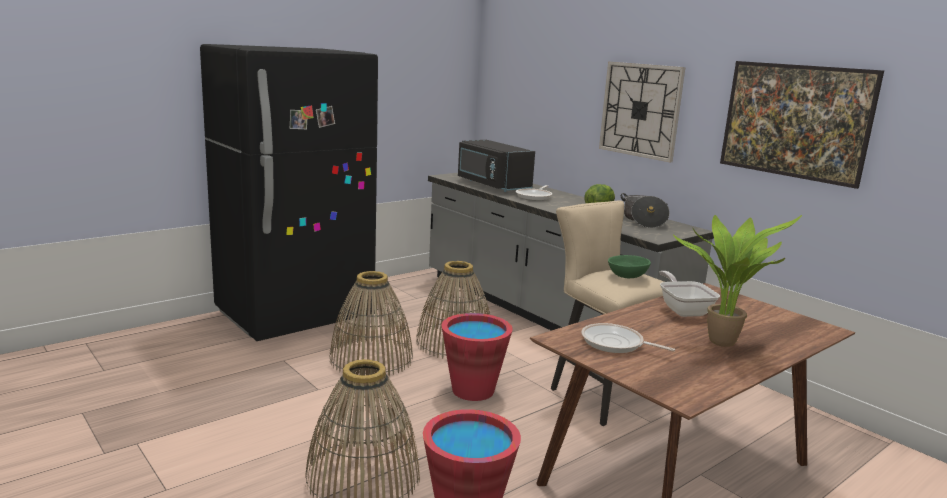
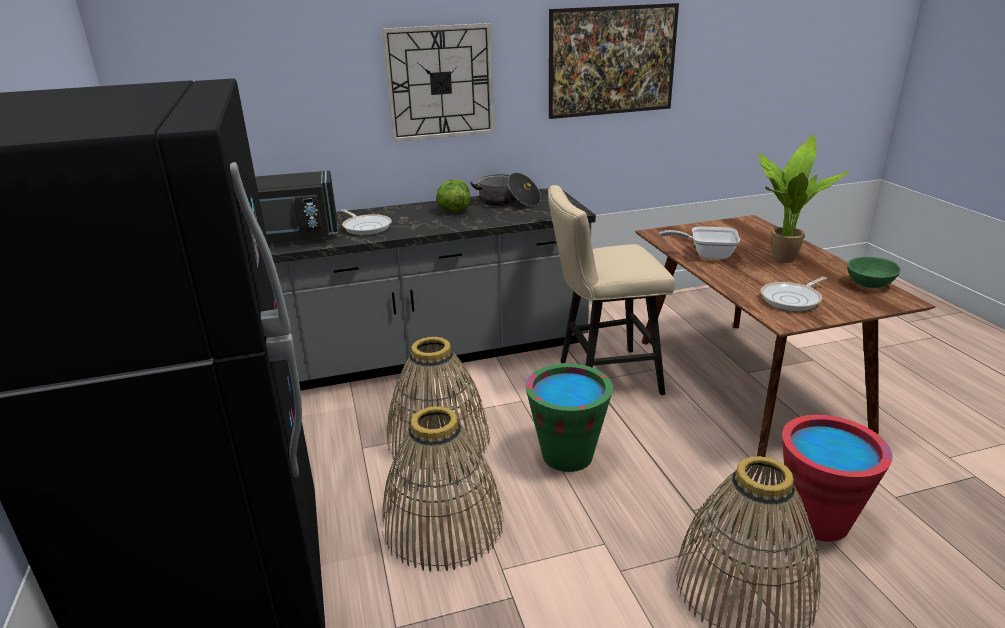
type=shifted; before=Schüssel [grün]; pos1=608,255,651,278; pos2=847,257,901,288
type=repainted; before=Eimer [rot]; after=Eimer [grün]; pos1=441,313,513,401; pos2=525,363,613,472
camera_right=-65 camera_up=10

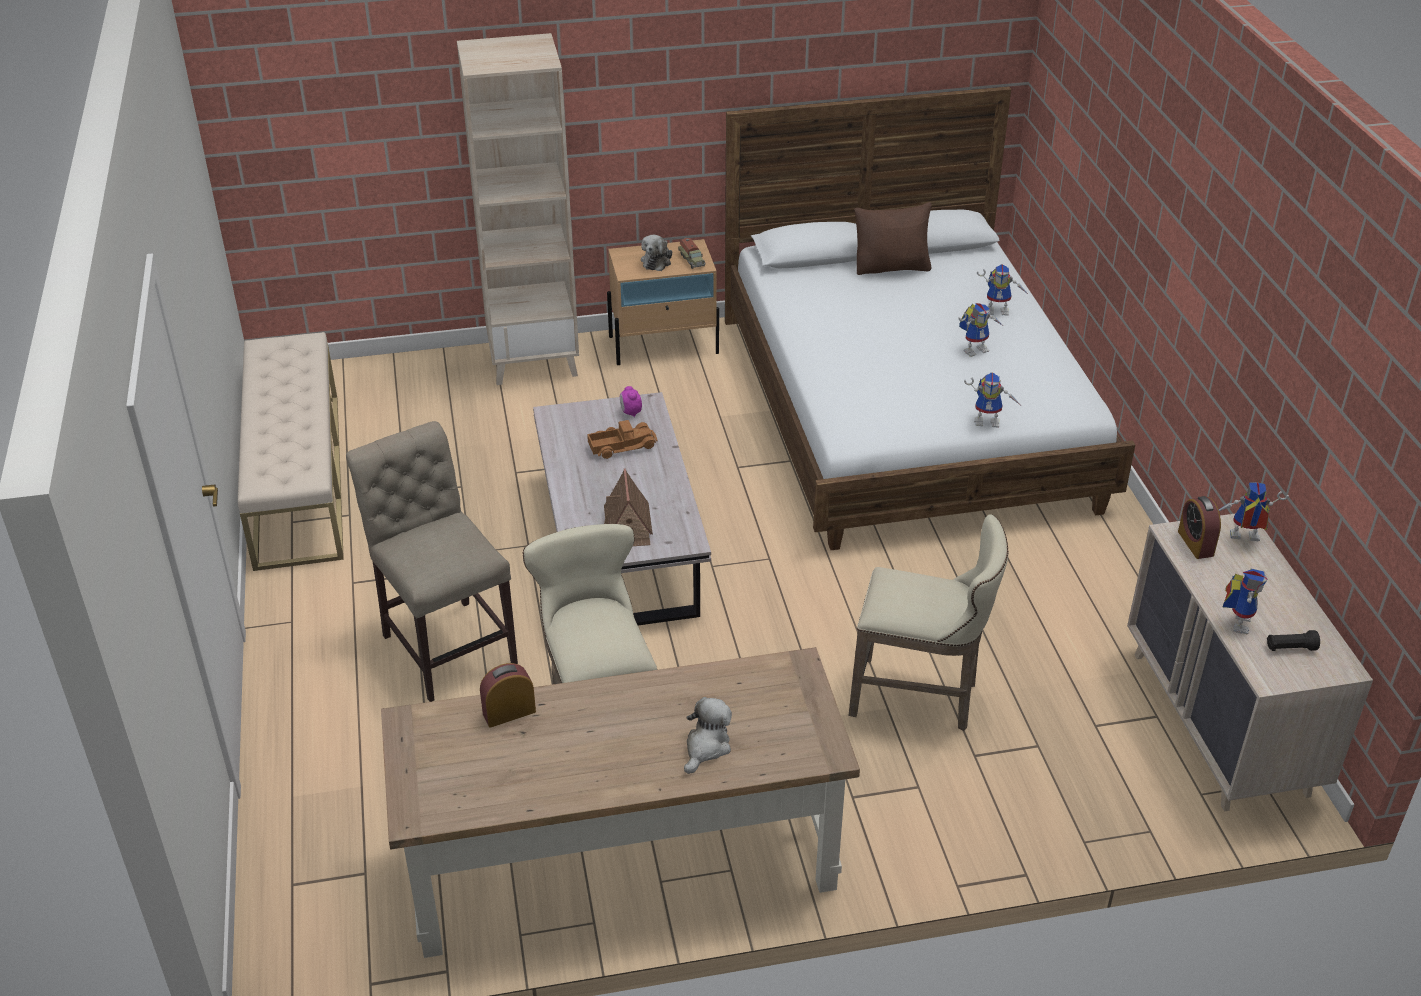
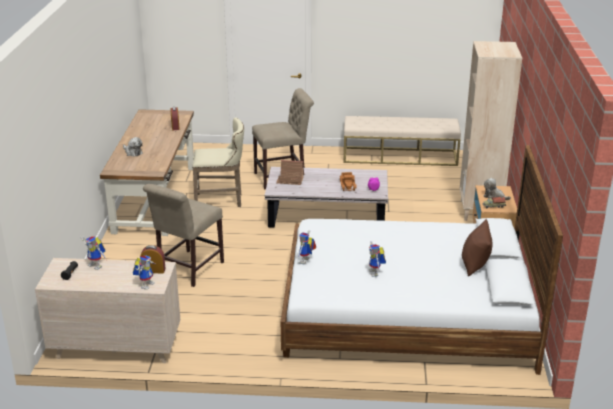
type=gone; before=Spielzeugroboter; pos1=977,264,1029,316
type=swapped; before=Hocker [beige]; after=Stuhl [beige]; pos1=848,514,1008,731; pos2=143,184,224,287
camera_right=105 camera_up=-10

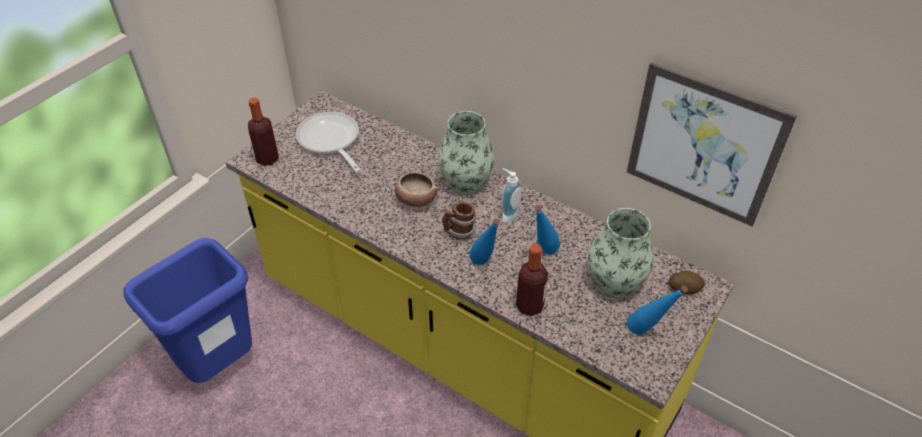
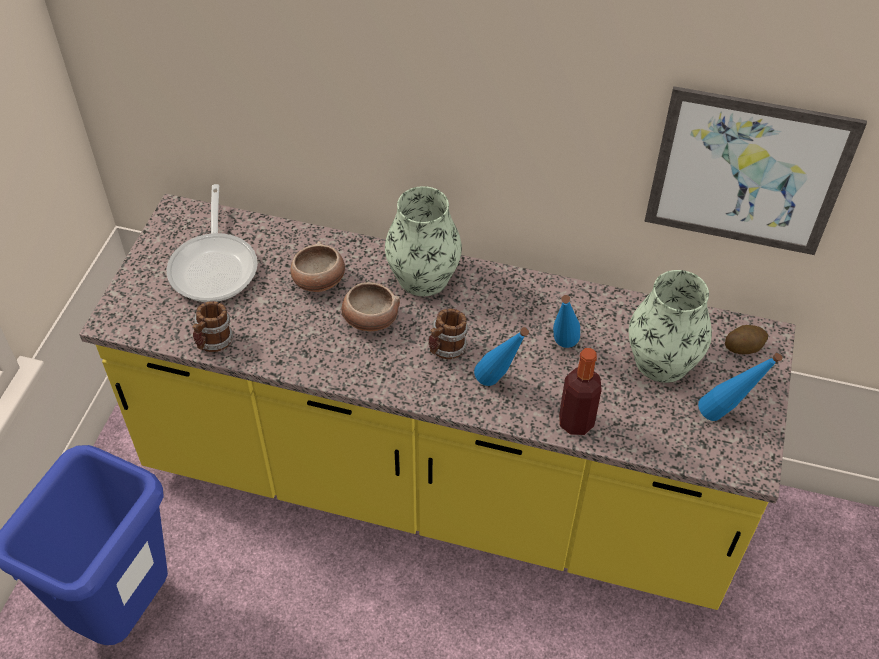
type=gone; before=Flasche; pos1=248,98,279,166
type=gone; before=Seifenspender; pos1=502,168,521,223
type=new; after=Henkelbecher; pos2=192,301,234,352
type=new; after=Schüssel; pos2=290,242,345,292
type=rotated; before=Pfanne; pos1=296,111,361,172; pos2=167,184,258,302; turn=-135
camera_right=-20 camera_up=5

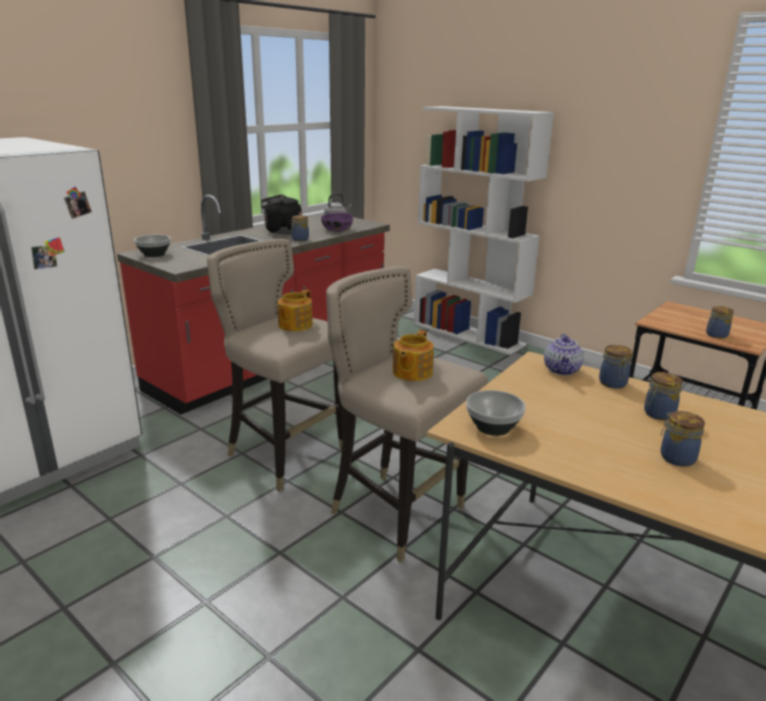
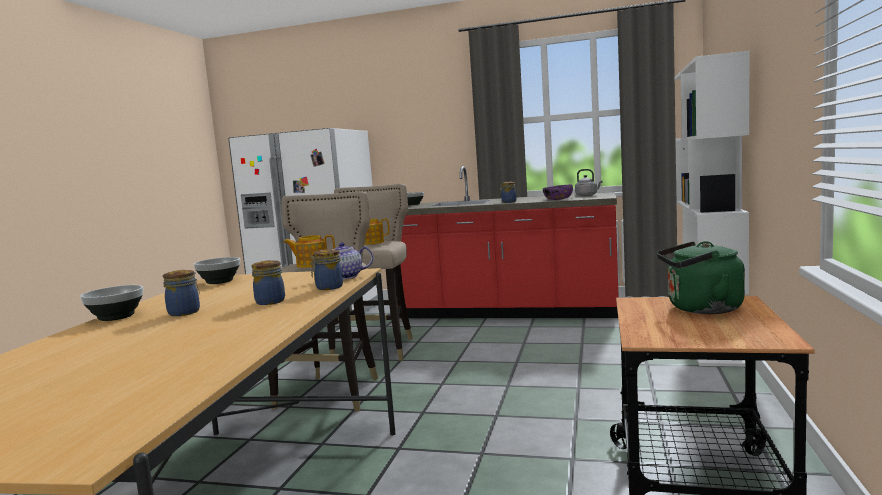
type=gone; before=Wasserkessel [schwarz]; pos1=261,194,302,234
type=gone; before=Vorratsglas; pos1=706,306,734,338
type=new; after=Schüssel; pos2=80,285,143,321
type=new; after=Wasserkessel [grün]; pos2=657,241,745,314
camera_right=65 camera_up=-15

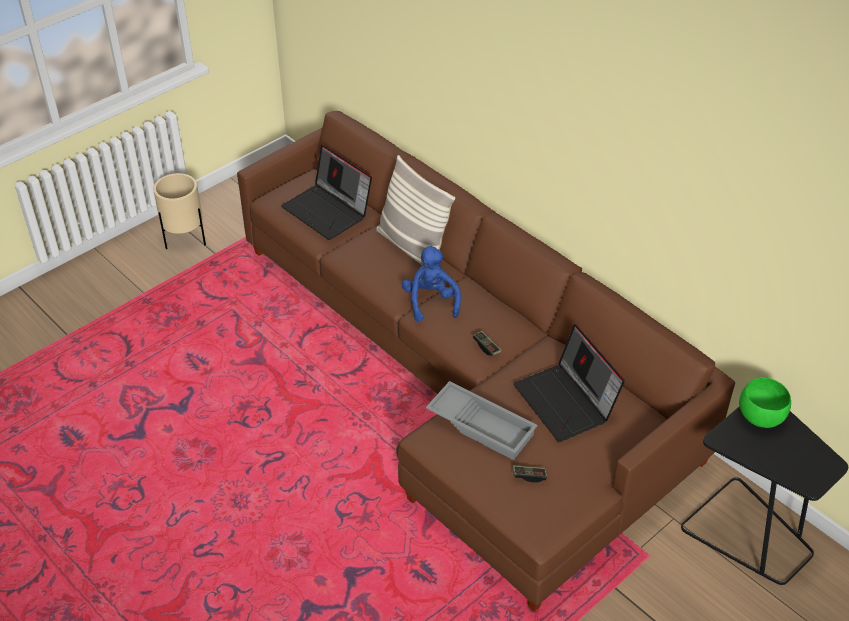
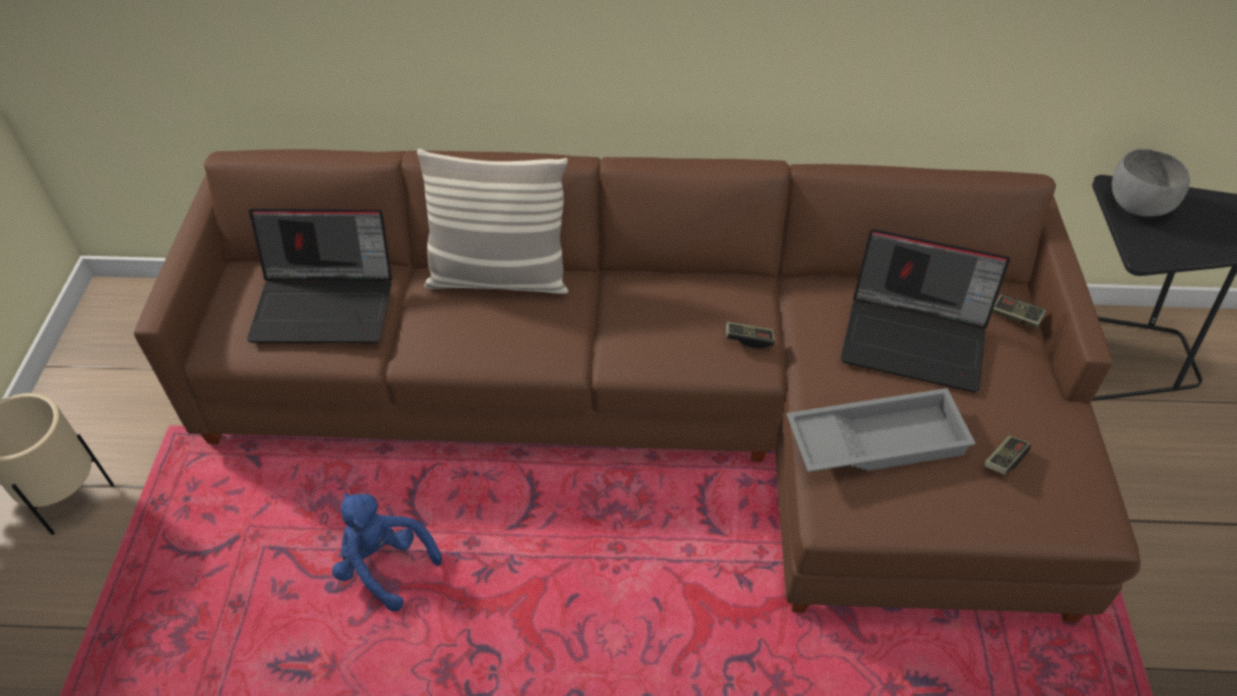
type=new; after=Gamepad; pos2=992,295,1046,328
type=shifted; before=Plüschtier [blau]; pos1=402,246,461,322; pos2=332,494,442,611
type=repainted; before=Schüssel [grün]; after=Schüssel [grau]; pos1=739,378,791,428; pos2=1112,149,1190,217
camera_right=-45 camera_up=5

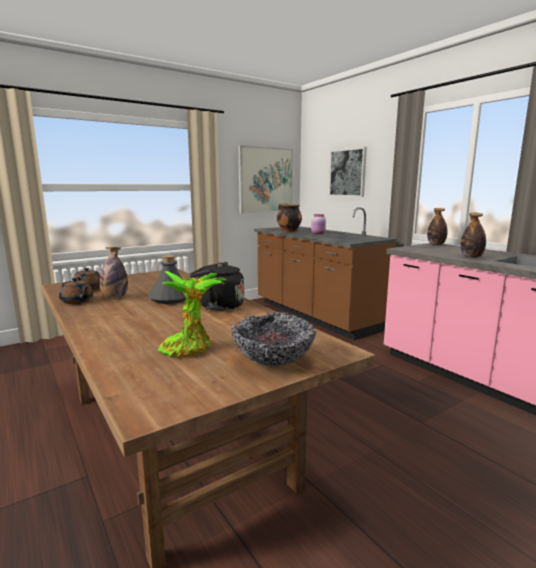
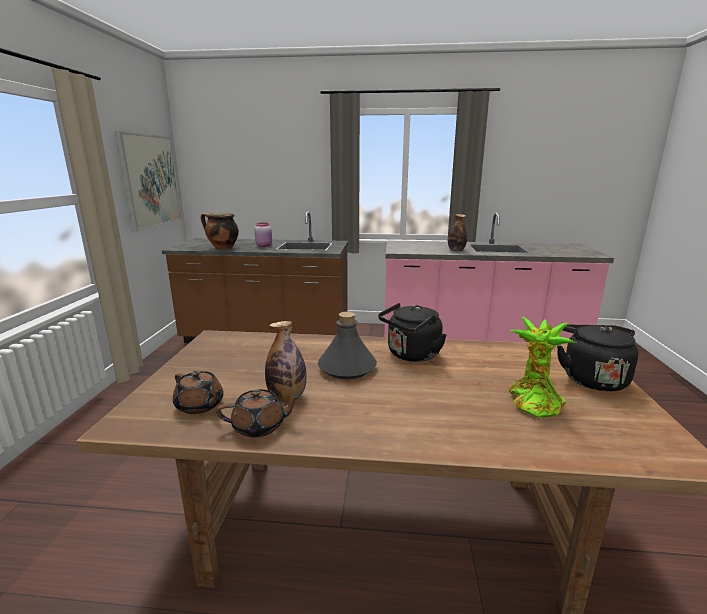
type=gone; before=Bild; pos1=329,147,367,197
type=gone; before=Flasche; pos1=427,208,448,245
type=swapped; before=Schüssel; after=Wasserkessel [schwarz]; pos1=231,312,316,367; pos2=557,325,639,391
camera_right=-50 camera_up=5

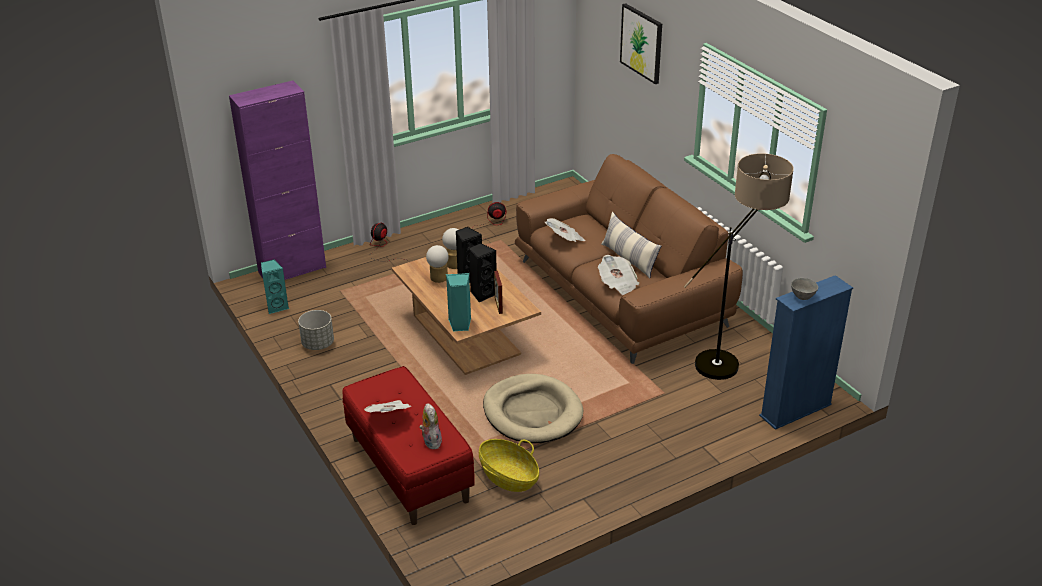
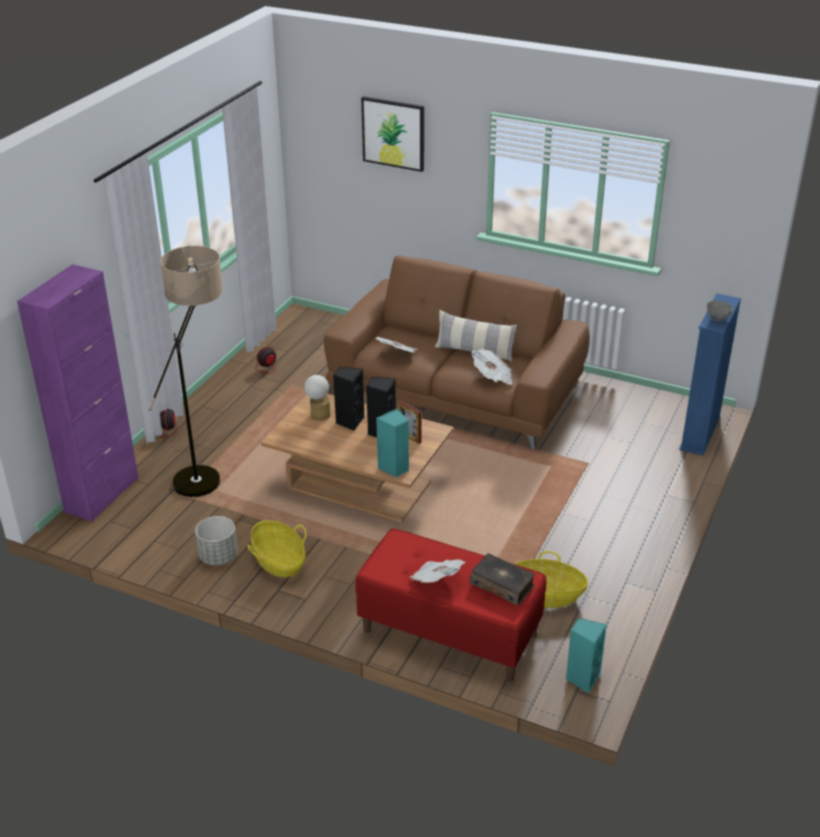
type=gone; before=Tischlampe; pos1=426,245,449,283
type=gone; before=Hundebett [beige]; pos1=483,374,584,443
type=new; after=Korb; pos2=248,520,307,577
type=shifted; before=Lautsprecher [türkis]; pos1=261,259,289,314; pos2=566,618,607,693
type=shifted; before=Stehlampe; pos1=684,153,794,380; pos2=148,246,223,497
type=swapped; before=Plüschtier; after=Buch; pos1=419,403,442,449; pos2=470,553,535,606
camera_right=-35 camera_up=0

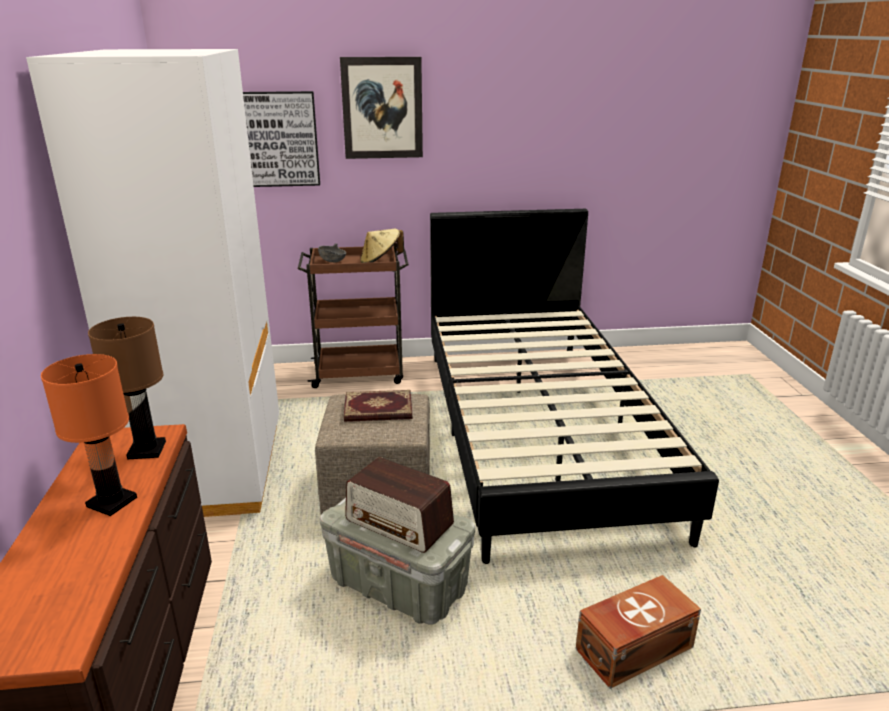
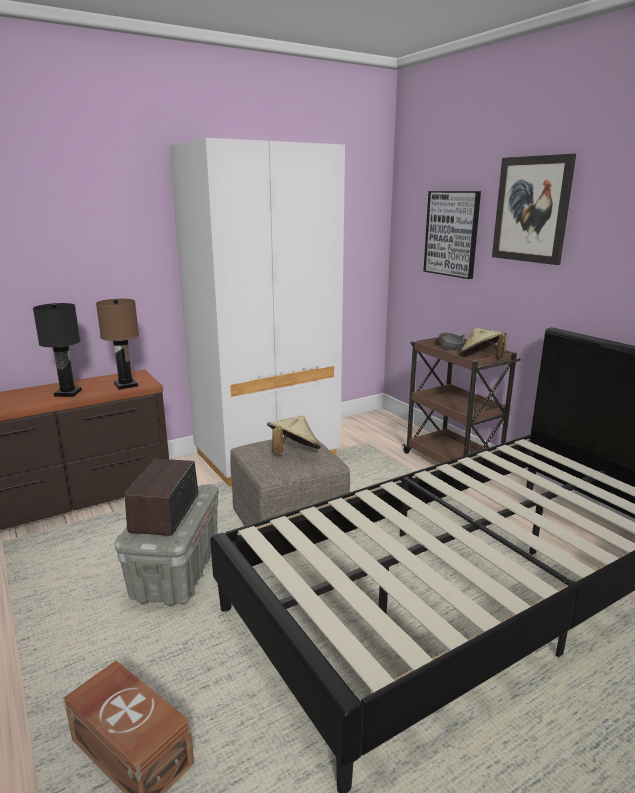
type=swapped; before=Buch; after=Hut [beige]; pos1=344,390,412,422; pos2=267,416,321,454
type=repainted; before=Tischlampe [orange]; after=Tischlampe [schwarz]; pos1=41,354,137,516; pos2=33,303,82,397
camera_right=65 camera_up=-5

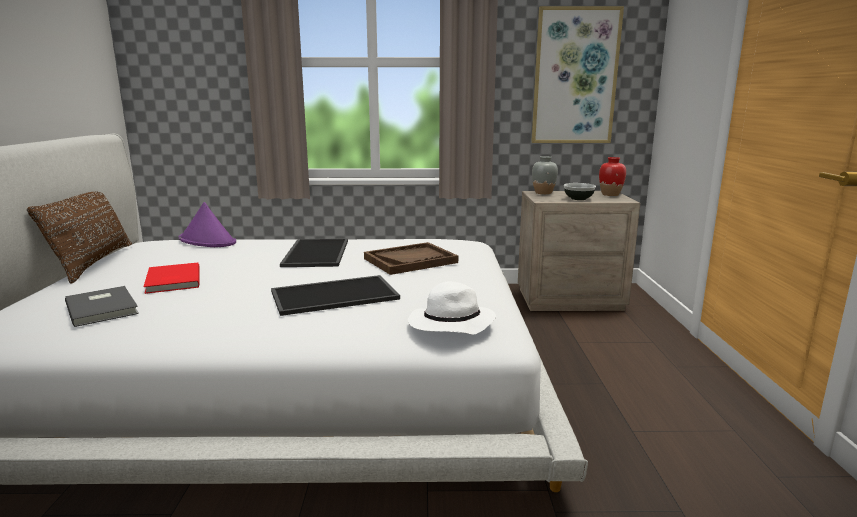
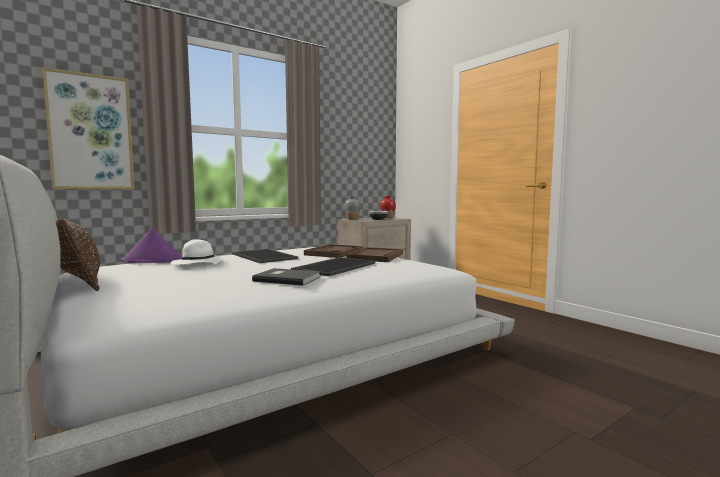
type=gone; before=Buch [rot]; pos1=143,262,199,294
type=new; after=Tablett [braun]; pos2=346,247,403,262
type=shifted; before=Buch [grau]; pos1=65,286,139,327; pos2=252,268,321,286
type=shifted; before=Hut [weiß]; pos1=408,281,496,335; pos2=171,239,224,265
type=shifted; before=Bild; pos1=531,6,624,143; pos2=42,67,135,189
camera_right=-35 camera_up=-10

